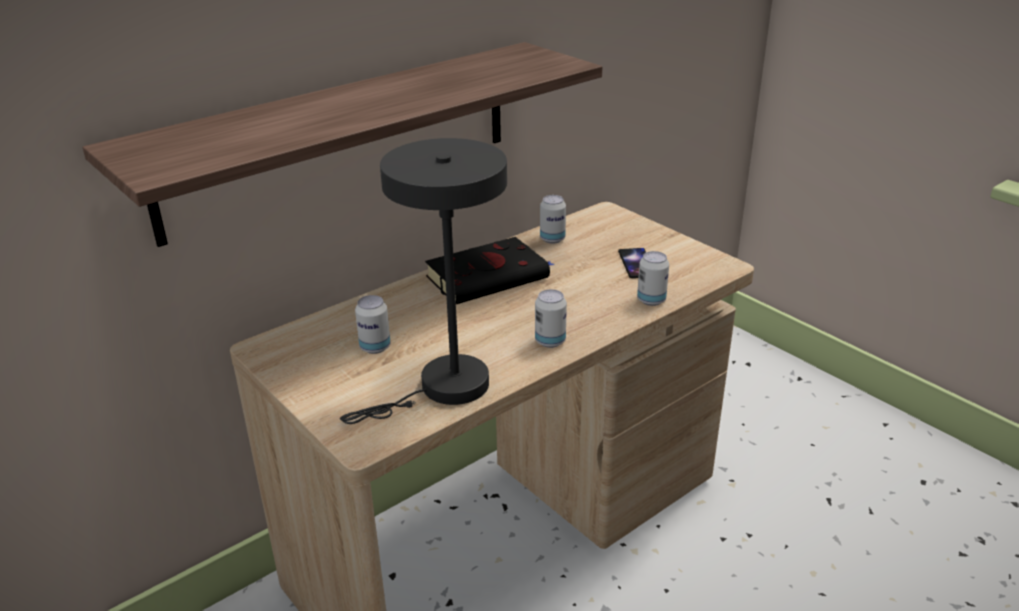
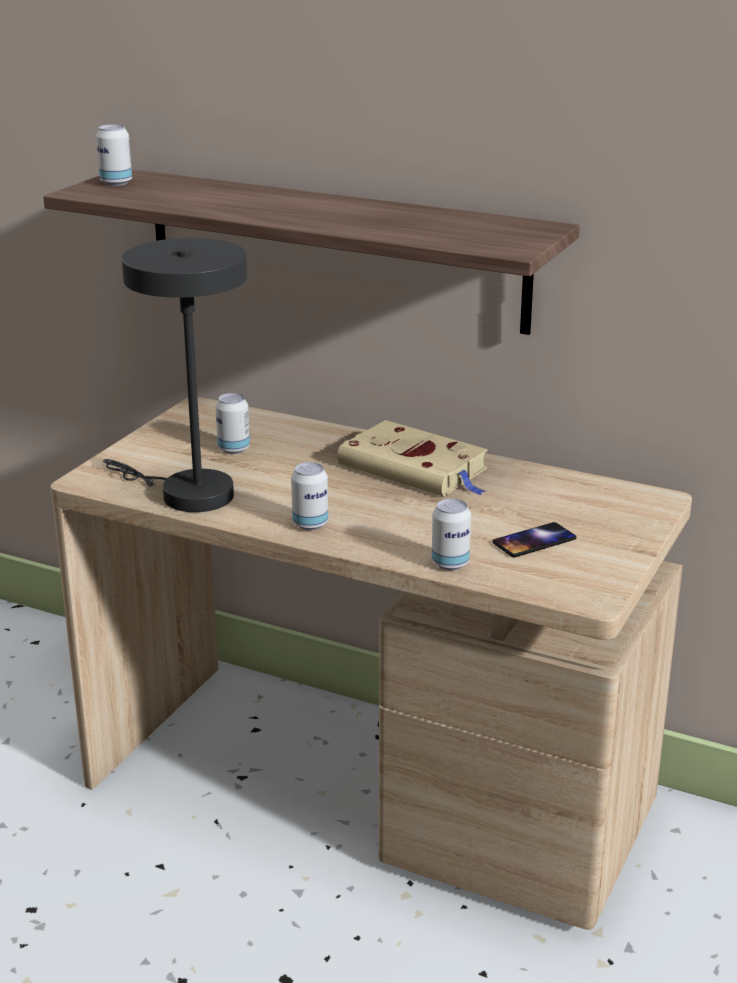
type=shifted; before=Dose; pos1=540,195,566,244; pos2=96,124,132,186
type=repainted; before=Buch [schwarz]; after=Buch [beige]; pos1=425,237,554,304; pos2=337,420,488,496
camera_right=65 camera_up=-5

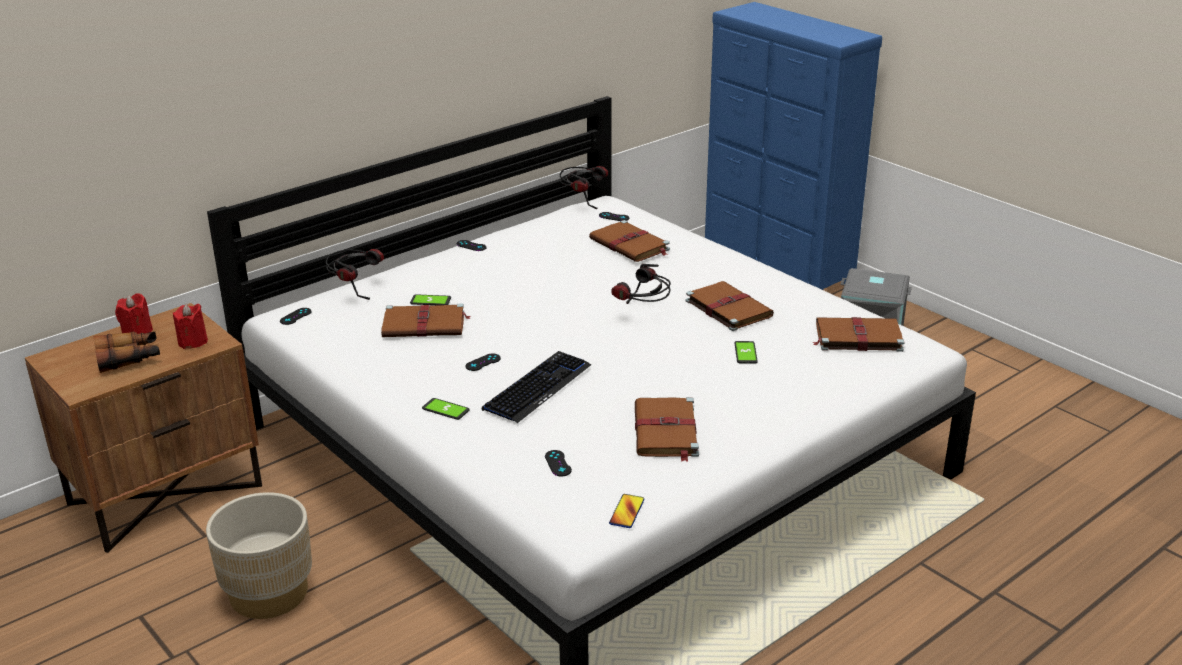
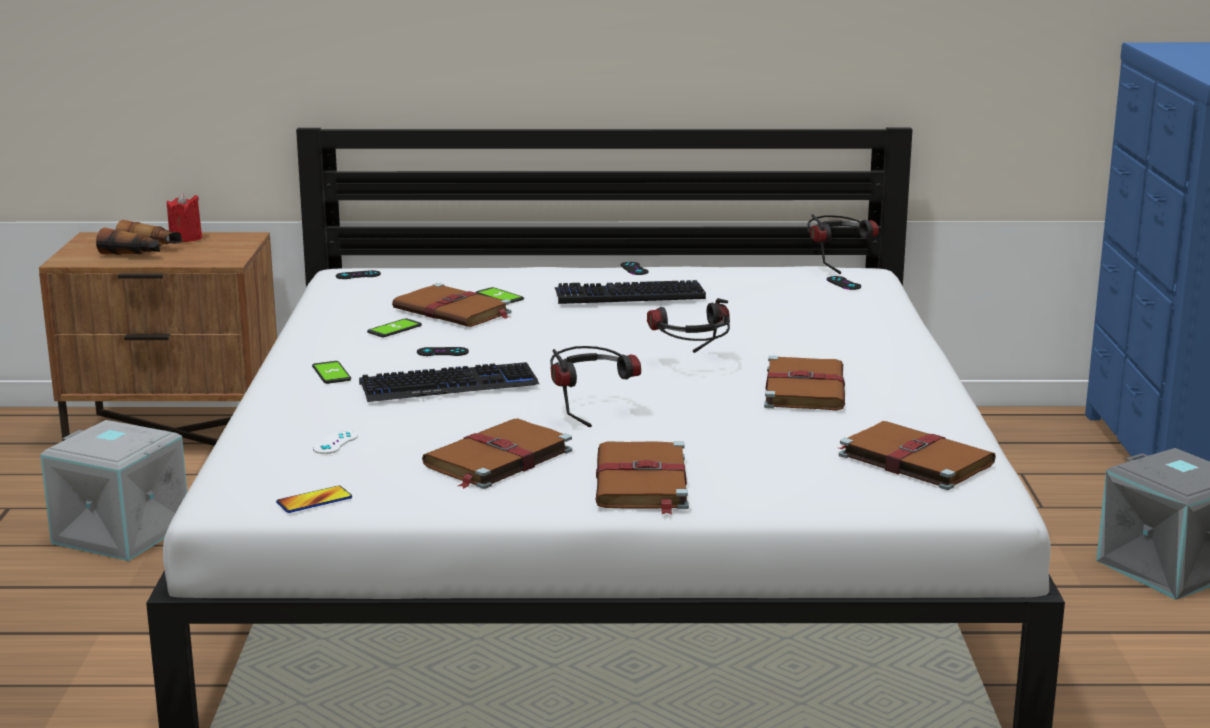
type=gone; before=Kerze [rot]; pos1=173,304,208,349
type=new; after=Tastatur; pos2=554,280,706,304
type=shifted; before=Kopfhörer; pos1=326,249,384,300; pos2=550,346,641,427
type=shifted; before=Buch [braun]; pos1=589,220,670,262; pos2=596,441,689,514
type=shifted; before=Handy; pos1=734,341,758,364; pos2=367,318,422,337
type=swapped; before=Pflanzkübel [beige]; after=Aufbewahrungsbox [grau]; pos1=206,492,312,619; pos2=40,420,187,561
type=repainted; before=Gamepad [schwarz]; after=Gamepad [weiß]; pos1=545,450,572,477; pos2=313,431,358,454
camera_right=40 camera_up=-10

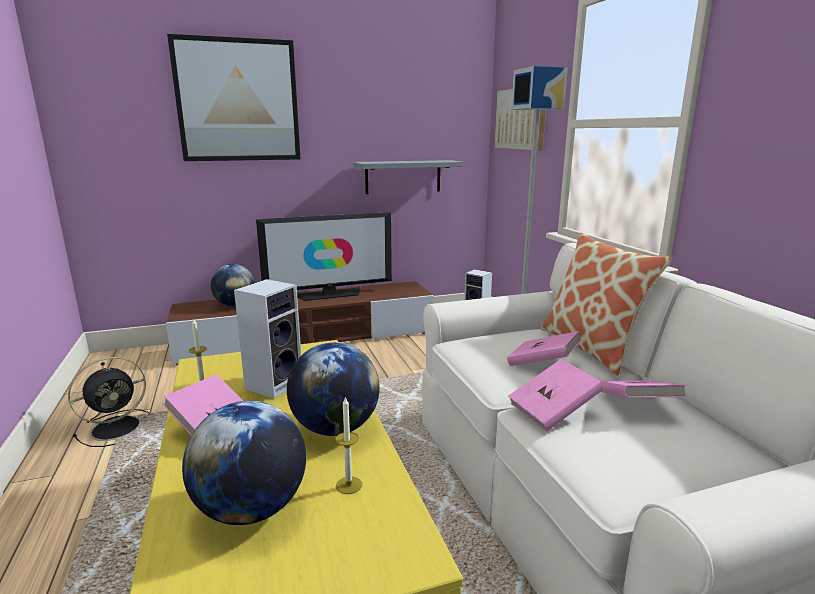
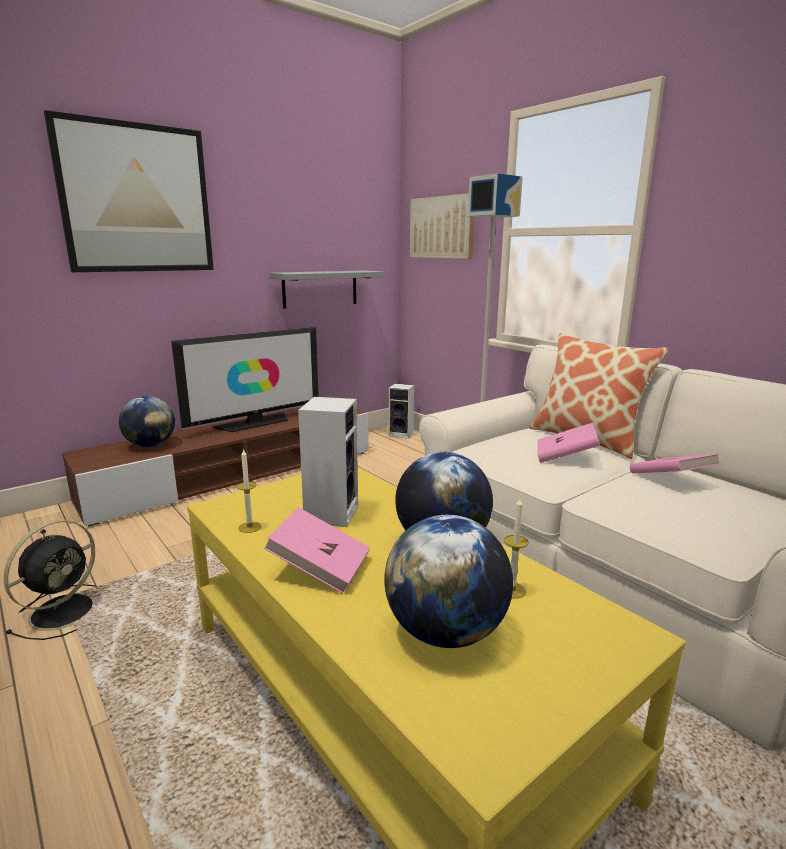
type=gone; before=Buch [rosa]; pos1=508,359,603,432
camera_right=-20 camera_up=0

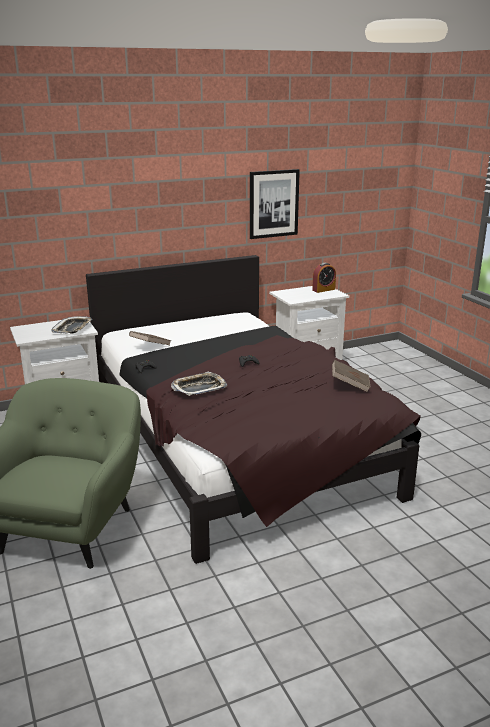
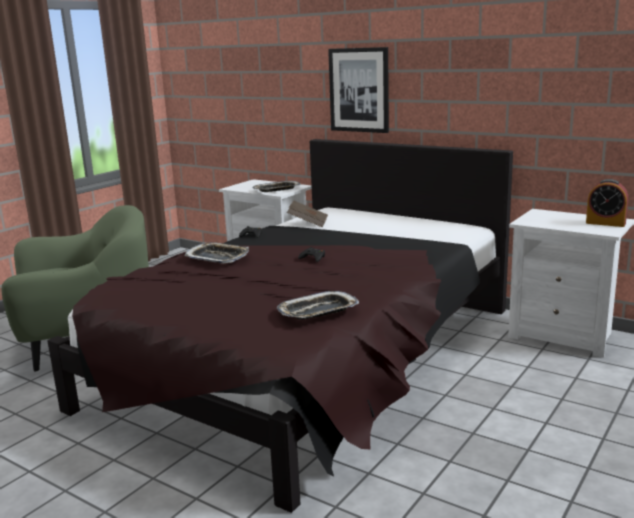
type=shifted; before=Bild; pos1=250,169,300,239; pos2=328,47,389,133
type=swapped; before=Buch [braun]; after=Tablett; pos1=332,360,371,392; pos2=277,291,359,320
camera_right=60 camera_up=-5

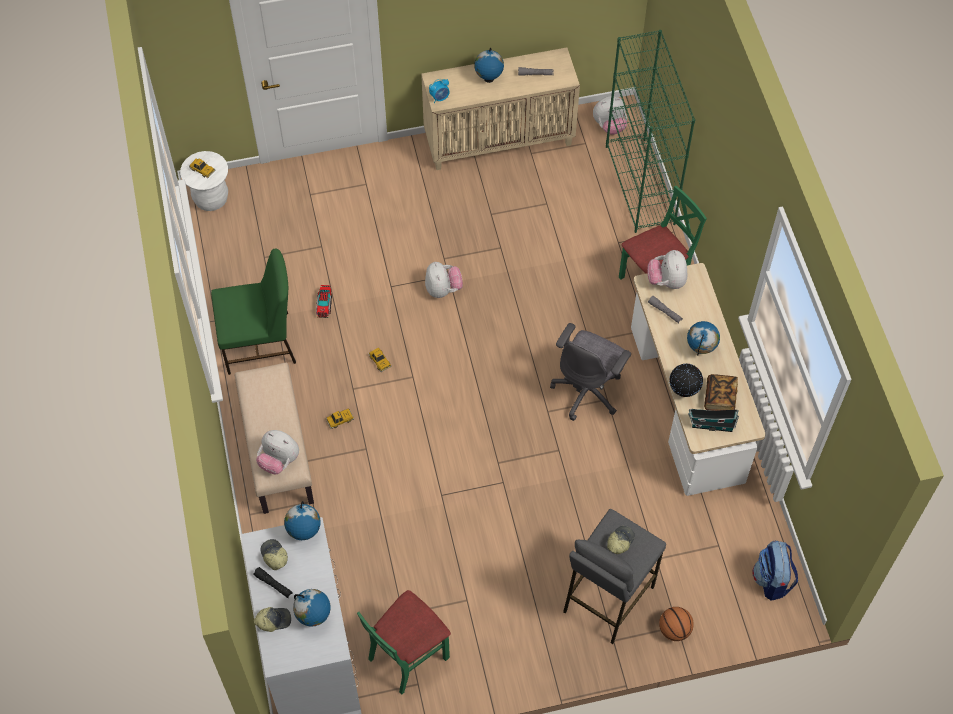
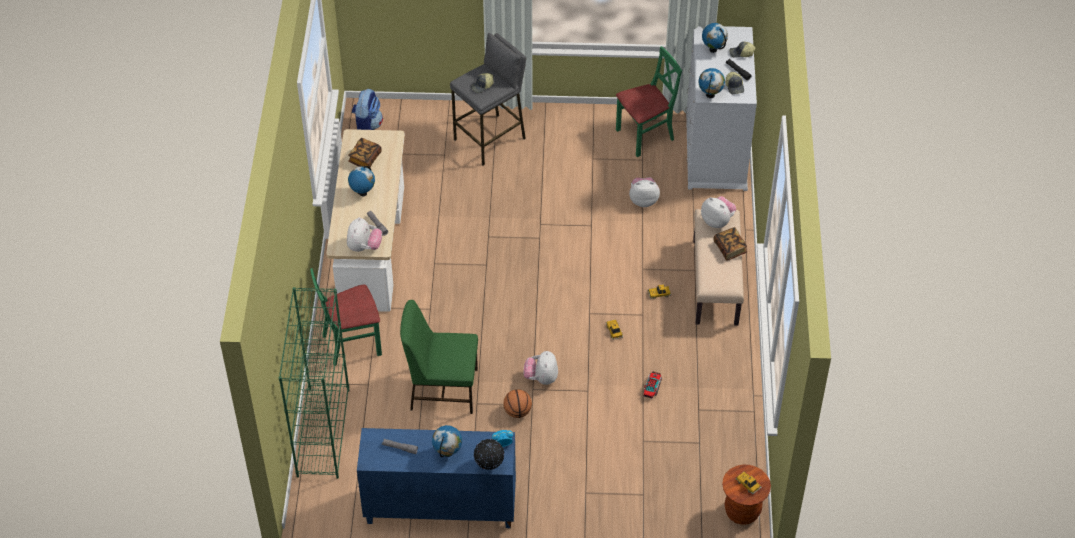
type=gone; before=Bürostuhl [grau]; pos1=550,323,631,421
type=gone; before=Spielzeughaus; pos1=688,409,739,432
type=new; after=Buch; pos2=713,227,747,261
type=shifted; before=Stuhl [grün]; pos1=211,249,296,375; pos2=400,300,478,414
type=shifted; before=Plüschtier; pos1=593,96,627,135; pos2=629,177,660,207
type=shifted; before=Basketball; pos1=659,607,694,641; pos2=503,389,532,418
type=shifted; before=Globus; pos1=669,364,703,397; pos2=474,439,504,470
type=repainted; before=Hocker [weiß]; after=Hocker [braun]; pos1=180,151,228,211; pos2=722,465,771,525
type=repainted; before=Schrank [beige]; after=Schrank [blau]; pos1=421,48,580,170; pos2=357,428,516,528
camera_right=-165 camera_up=-10

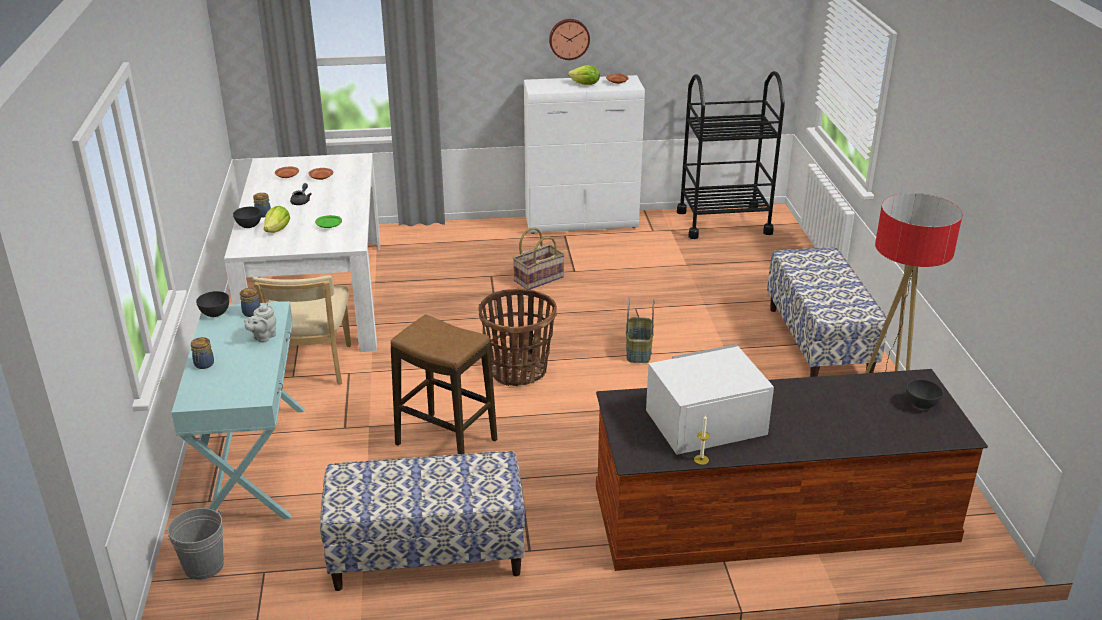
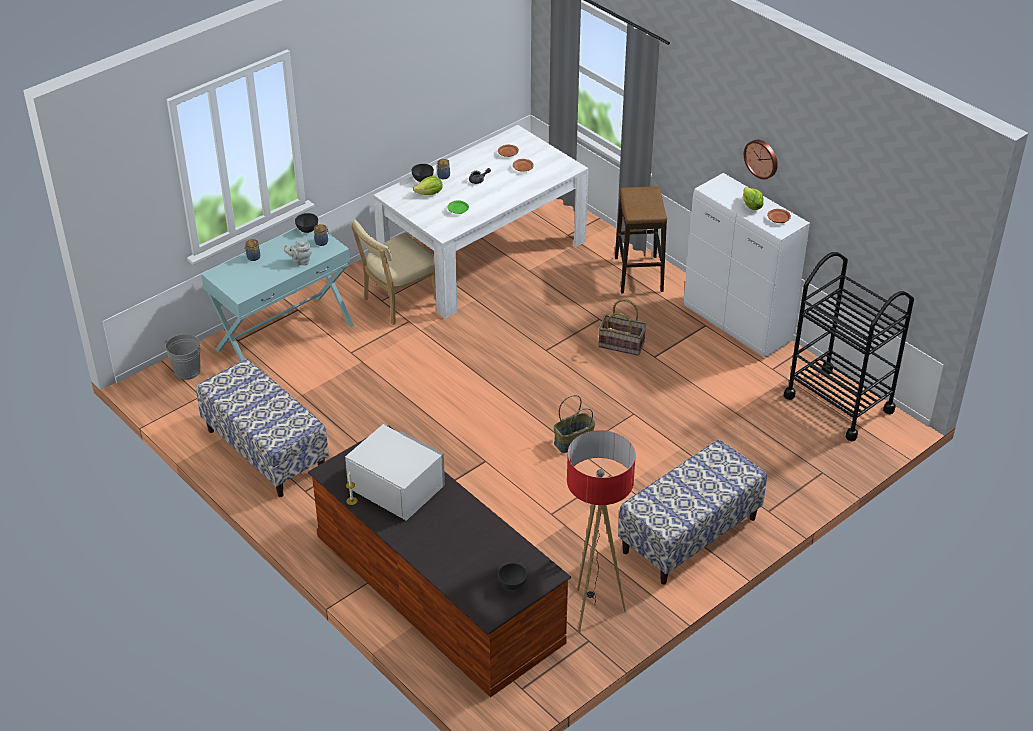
type=gone; before=Korb; pos1=479,289,557,386
type=shifted; before=Hocker; pos1=391,314,497,454; pos2=615,187,667,294
camera_right=55 camera_up=10

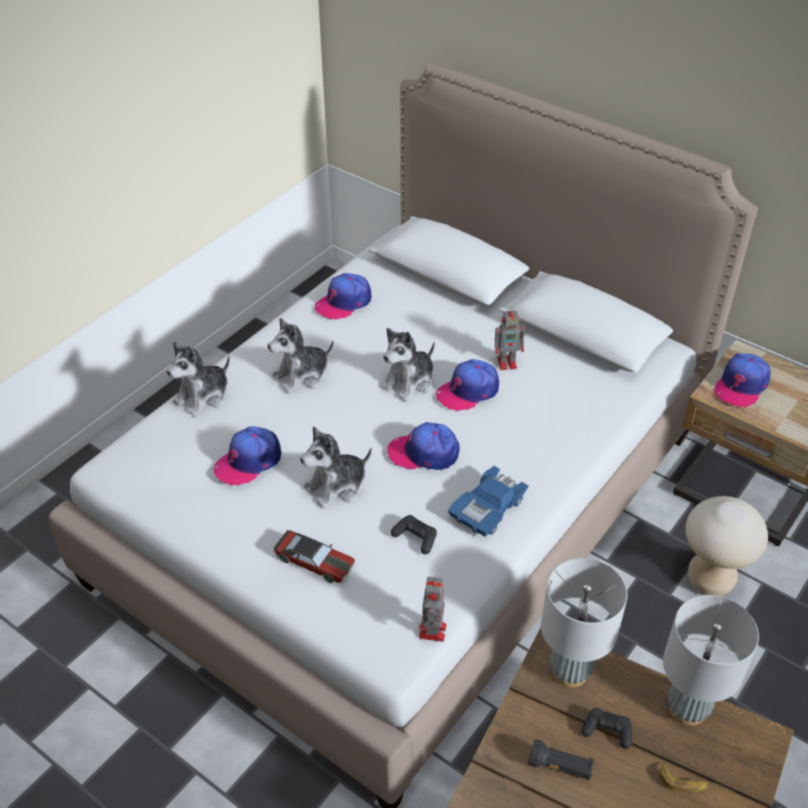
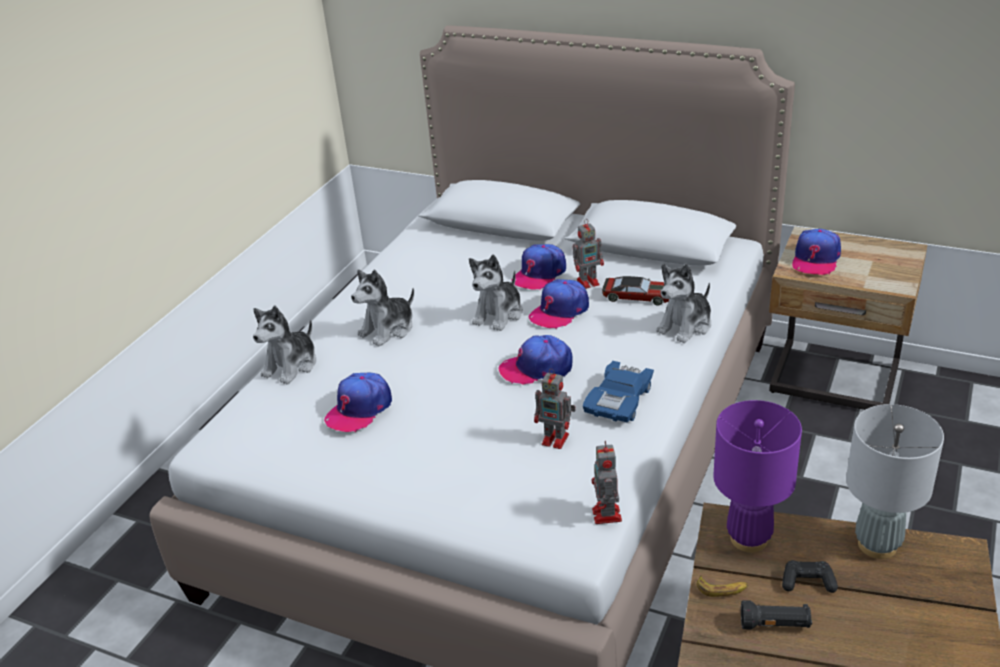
type=gone; before=Hocker [beige]; pos1=685,496,768,596
type=shifted; before=Spielzeugauto; pos1=274,530,355,583; pos2=602,276,669,306
type=shifted; before=Plüschtier; pos1=300,426,372,509; pos2=656,264,711,343
type=shifted; before=Kappe; pos1=315,273,371,320; pos2=512,244,566,290
type=shifted; before=Banane; pos1=659,762,710,792; pos2=697,575,748,597
type=swapped; before=Gamepad [schwarz]; after=Spielzeugroboter; pos1=391,515,437,554; pos2=534,368,576,449
type=repainted; before=Tischlampe [grau]; after=Tischlampe [lila]; pos1=541,558,627,688; pos2=713,400,802,552
camera_right=-10 camera_up=-10

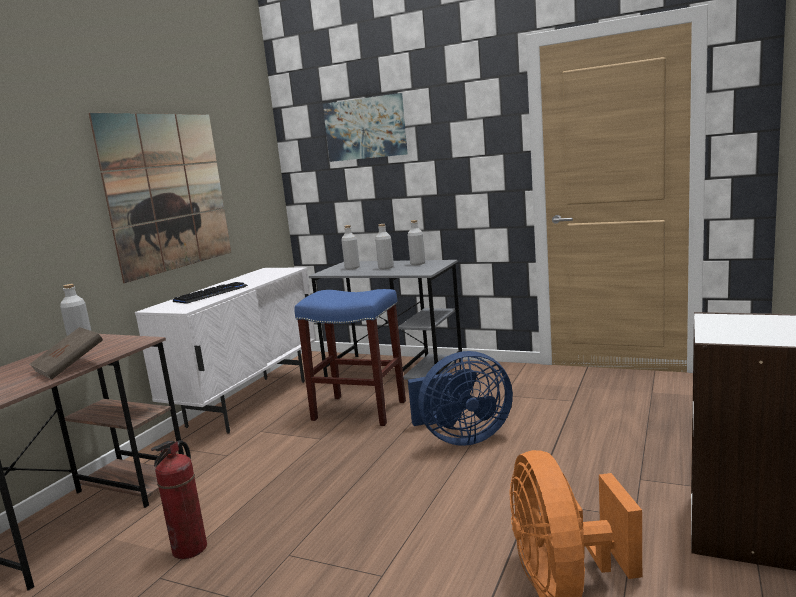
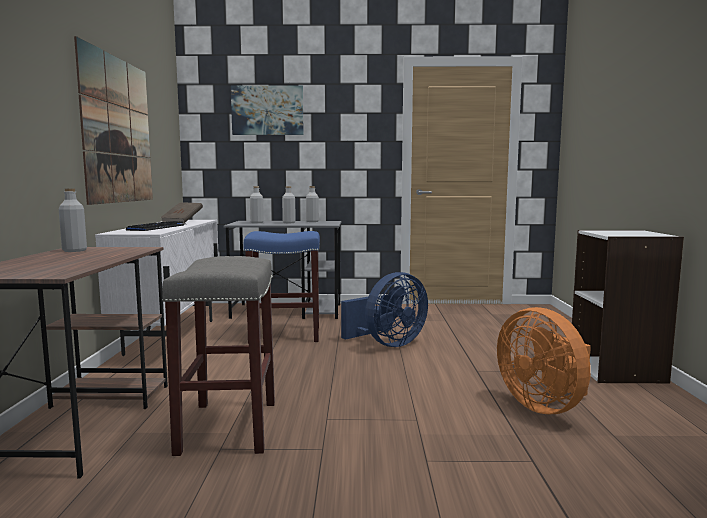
type=shifted; before=Buch [braun]; pos1=29,327,103,380; pos2=161,202,203,223
type=swapped; before=Feuerlöscher; after=Hocker [grau]; pos1=151,440,207,559; pos2=162,256,275,456
camera_right=-25 camera_up=-5

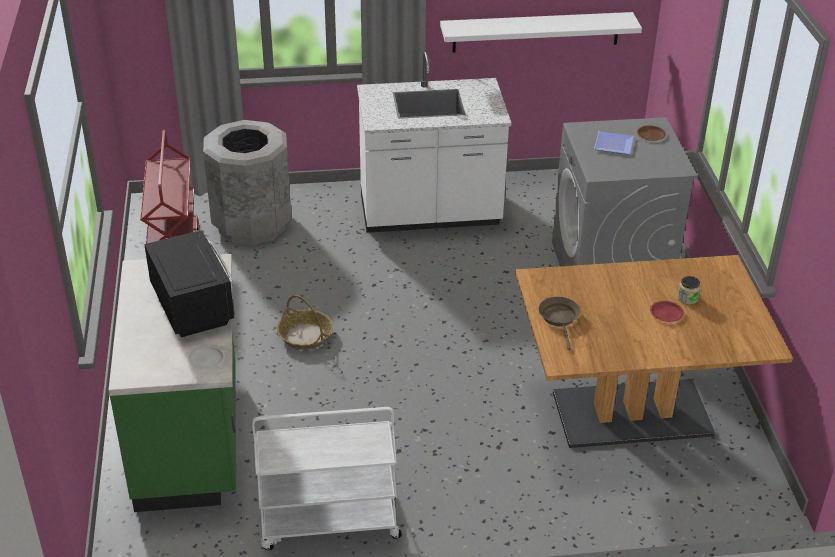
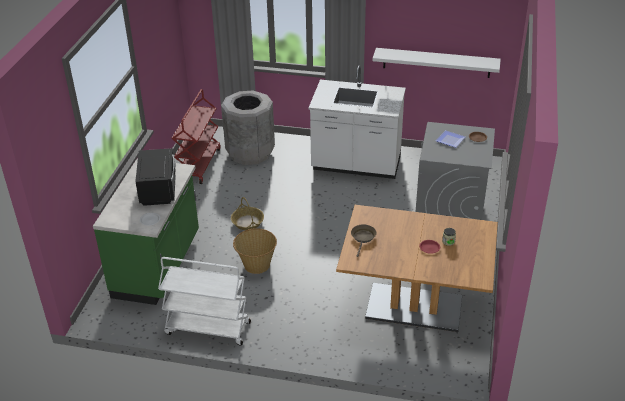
type=new; after=Korb; pos2=233,228,277,274
camera_right=20 camera_up=0

